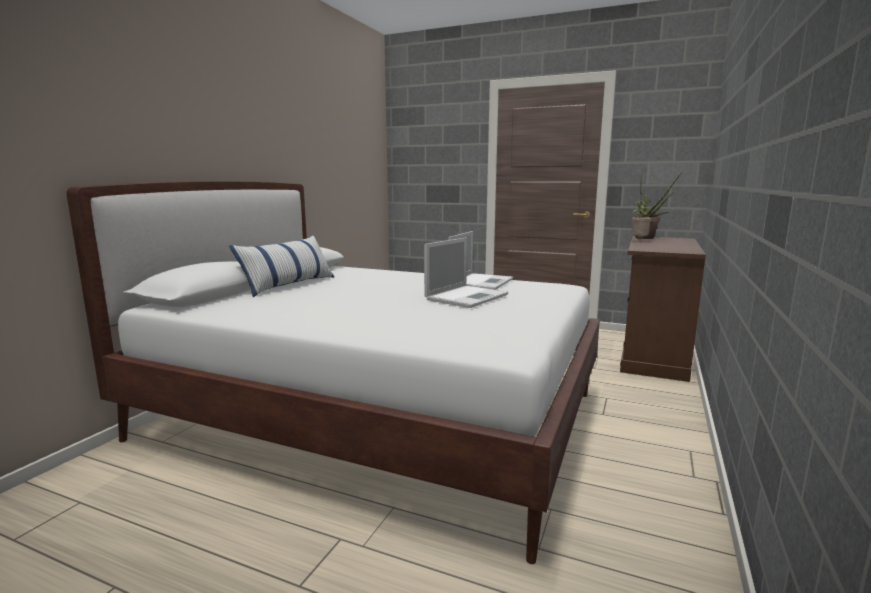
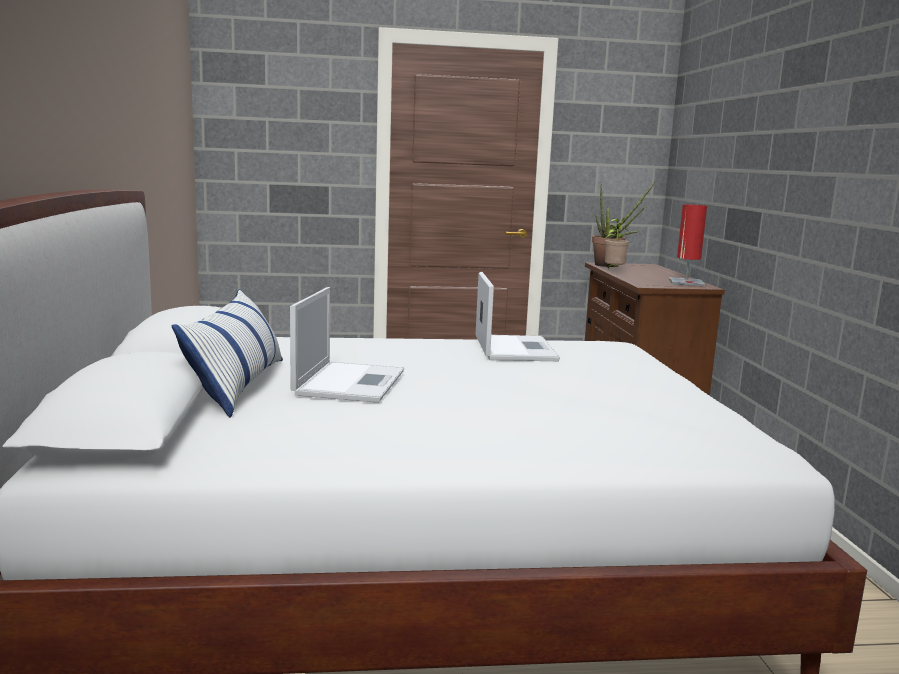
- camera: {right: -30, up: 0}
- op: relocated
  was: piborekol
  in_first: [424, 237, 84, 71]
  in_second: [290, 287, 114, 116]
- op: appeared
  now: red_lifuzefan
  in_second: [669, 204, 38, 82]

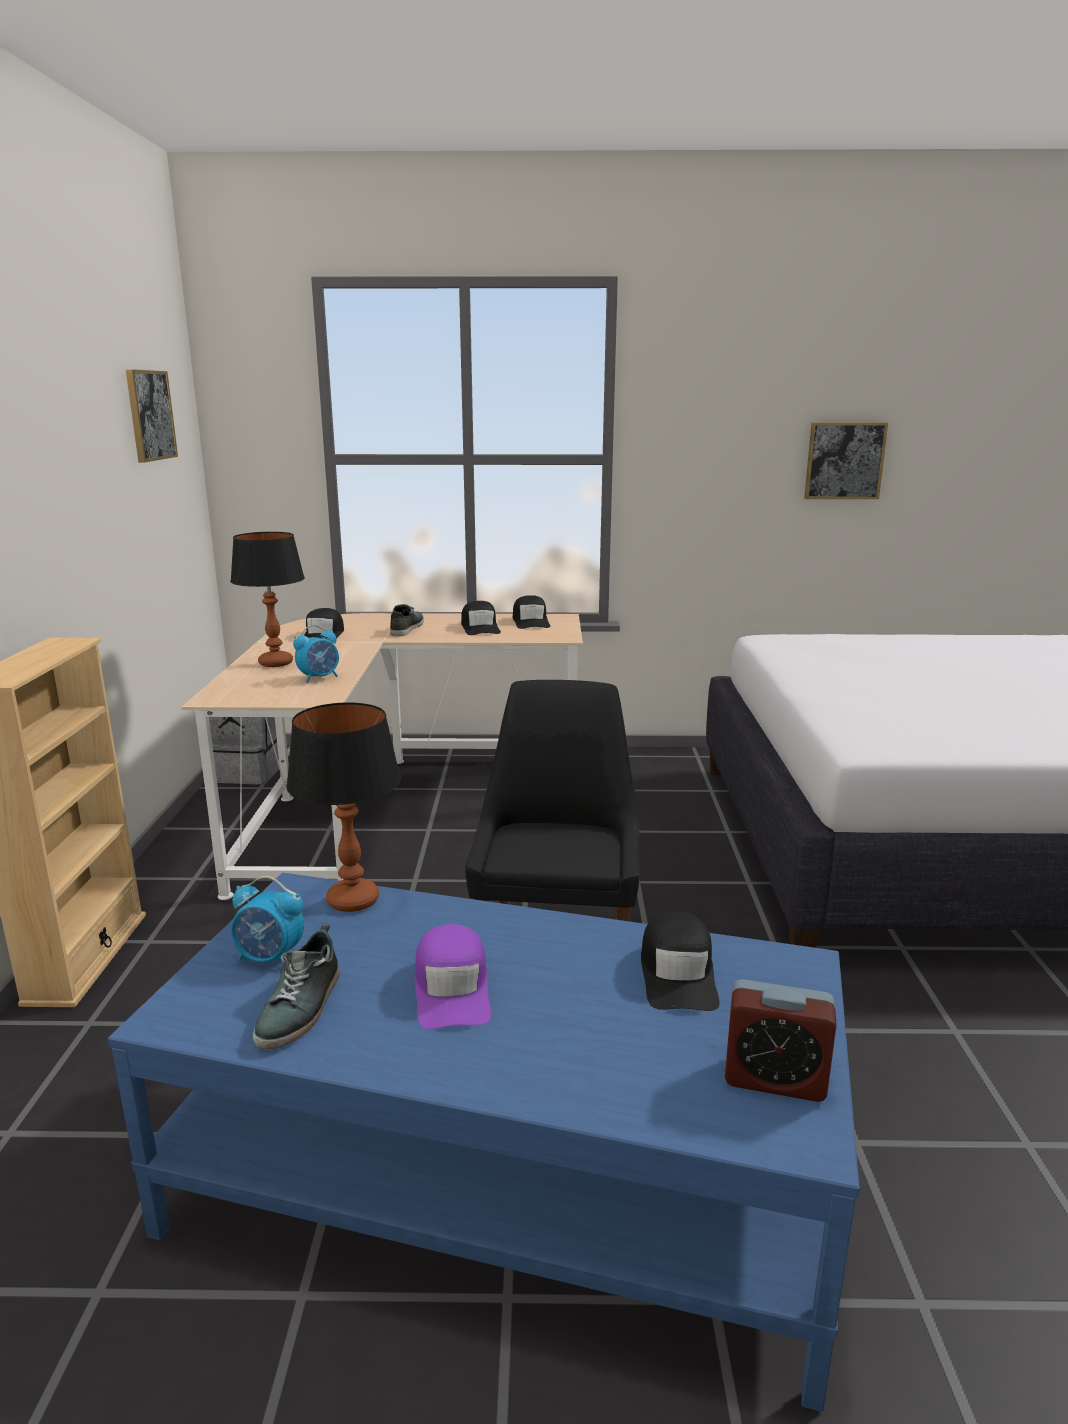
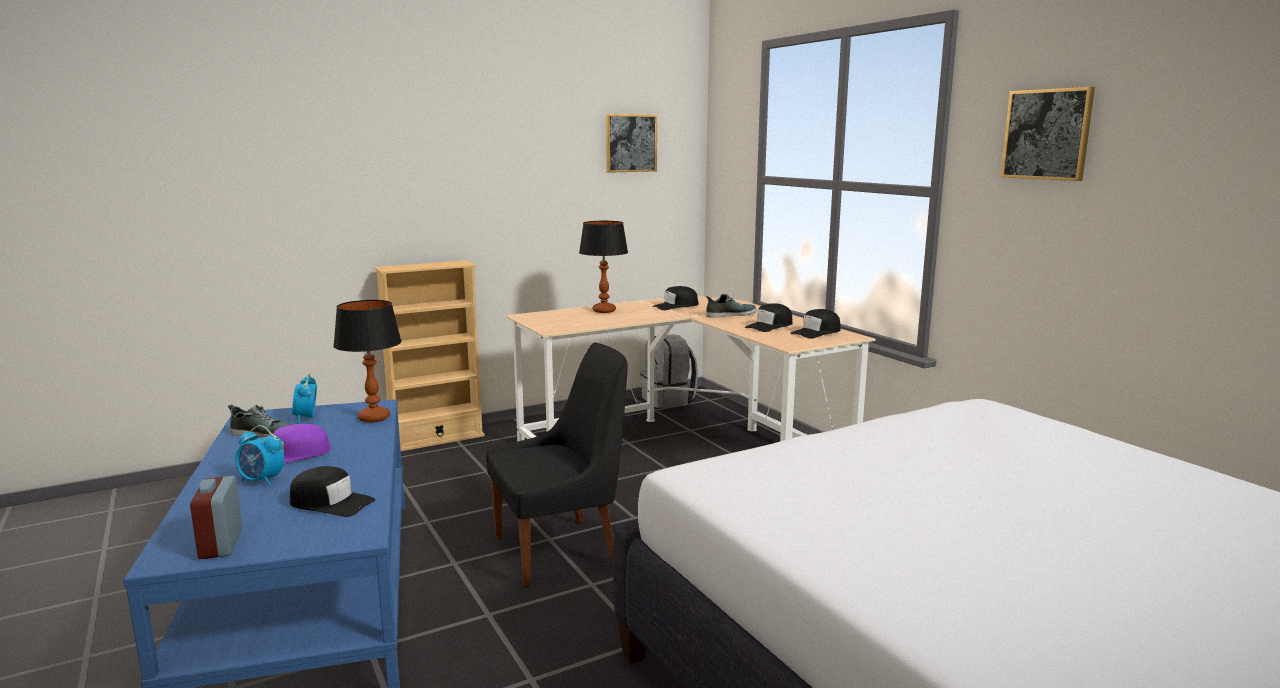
- camera: {right: 60, up: -5}
- op: relocated
  was: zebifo
  in_first: [804, 422, 84, 77]
  in_second: [1001, 87, 94, 94]
- op: relocated
  was: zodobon
  in_first: [293, 625, 46, 58]
  in_second: [236, 425, 48, 61]
- op: spun
  was: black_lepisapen
  in_first: [641, 911, 79, 100]
  in_second: [290, 466, 85, 51]
  clockwise: -135
- op: spun
  was: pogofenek
  in_first: [253, 923, 86, 126]
  in_second: [228, 404, 65, 34]
  clockwise: -150

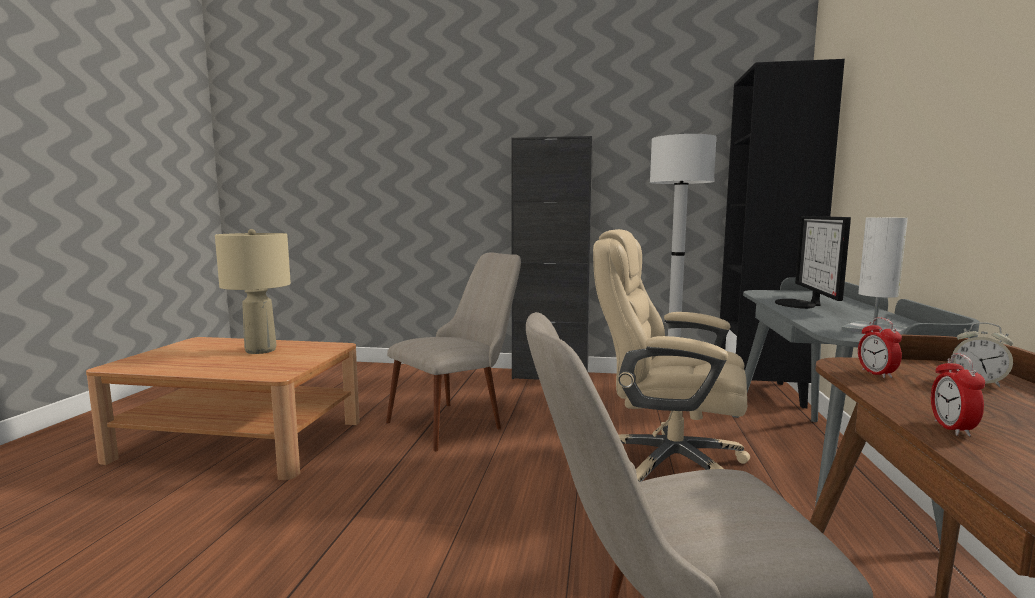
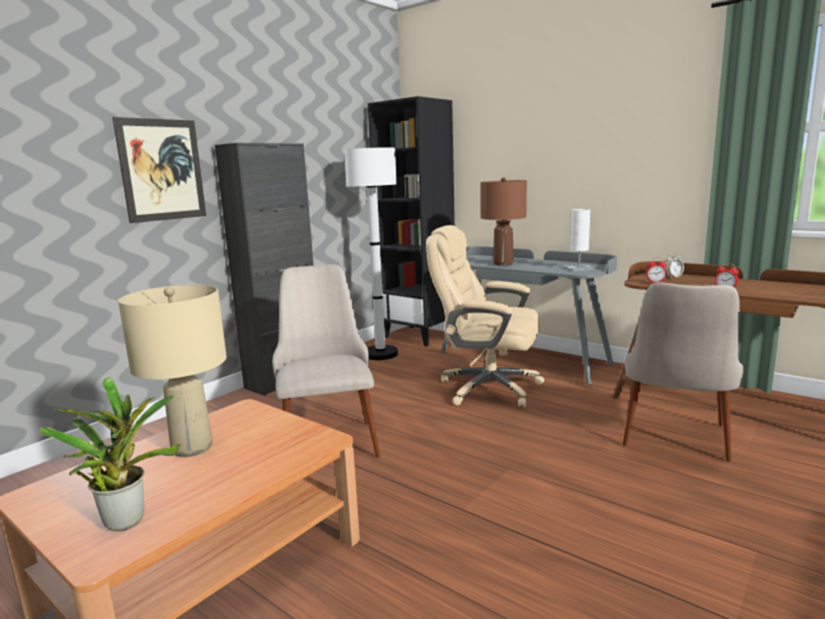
- camera: {right: -60, up: 5}
- op: exchanged
  was: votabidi
  now: brown_lifuzefan
  in_first: [775, 216, 76, 93]
  in_second: [481, 177, 46, 89]
- op: spun
  was: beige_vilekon
  in_first: [593, 229, 157, 253]
  in_second: [426, 225, 118, 182]
  clockwise: 60
- op: appeared
  now: zebifo
  in_second: [113, 117, 93, 106]
- op: appeared
  now: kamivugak
  in_second: [40, 377, 140, 154]

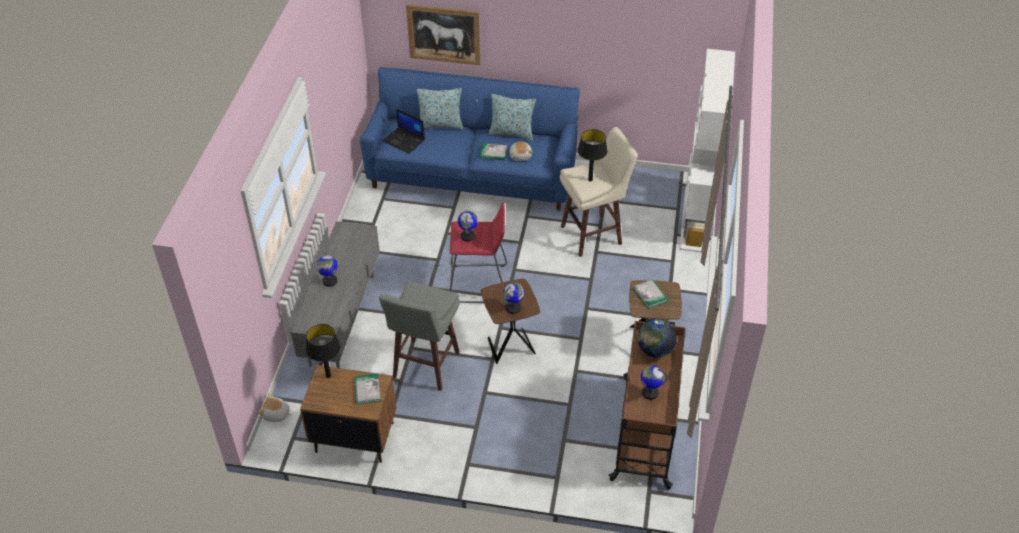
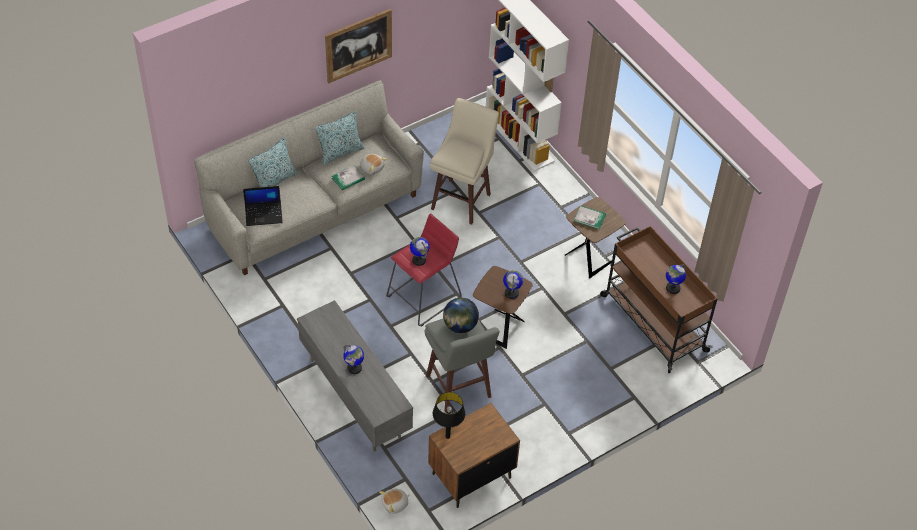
- camera: {right: -45, up: 5}
- op: relocated
  was: zebifo
  in_first: [406, 4, 75, 61]
  in_second: [325, 9, 67, 74]
- op: colour
  was: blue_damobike
  now: grey_damobike
  in_first: [360, 67, 220, 144]
  in_second: [194, 80, 230, 195]
- op: missing
  was: black_lifuzefan
  in_first: [578, 129, 30, 53]
- op: relocated
  was: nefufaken
  in_first: [637, 319, 40, 39]
  in_second: [443, 298, 36, 35]
- op: missing
  was: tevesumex
  in_first: [354, 373, 27, 31]

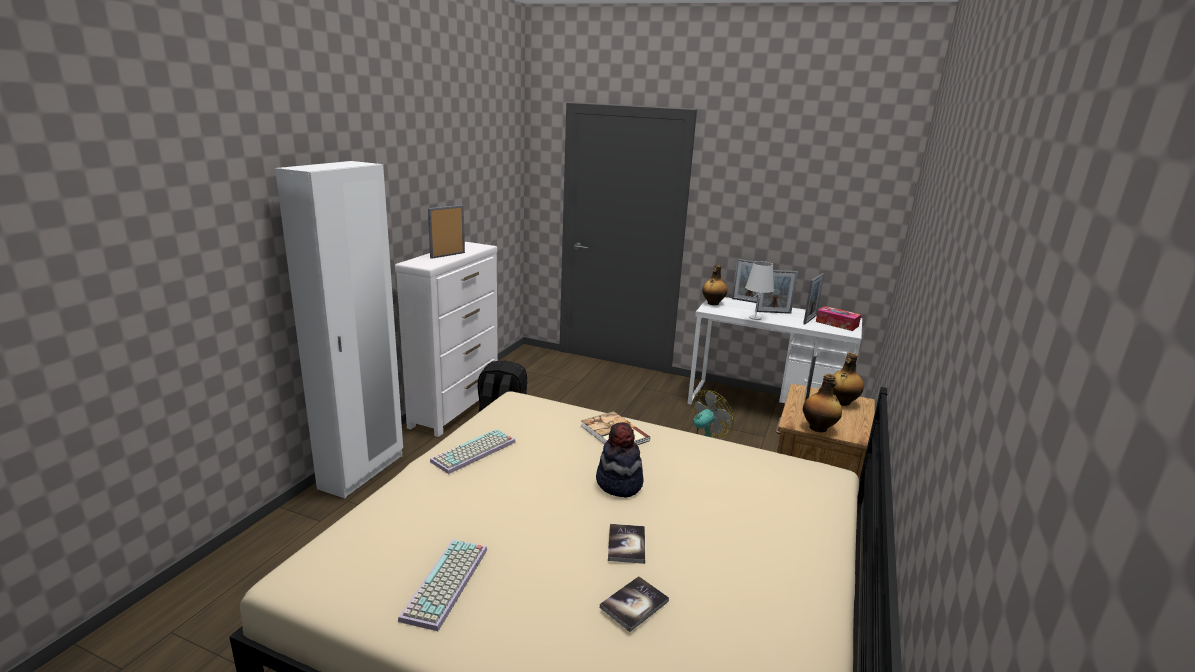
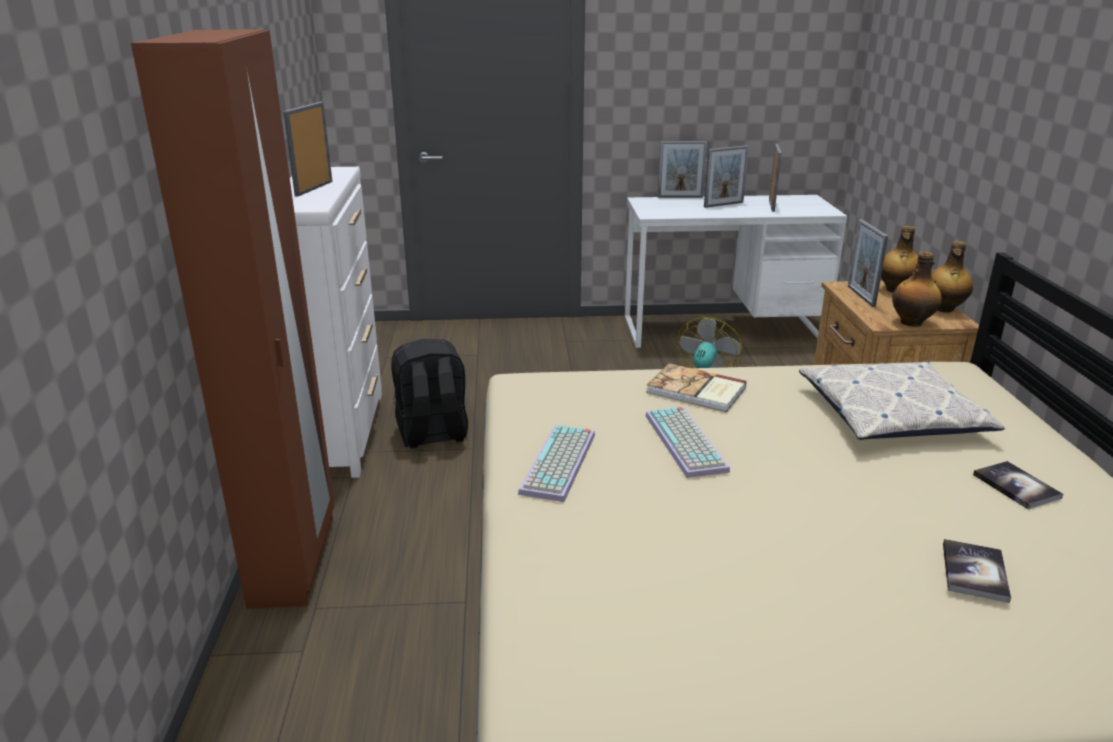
- camera: {right: -25, up: 5}
- op: colour
  was: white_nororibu
  now: brown_nororibu
  in_first: [275, 161, 128, 337]
  in_second: [131, 30, 203, 579]
- op: missing
  was: white_lifuzefan
  in_first: [745, 261, 29, 59]
- op: relocated
  was: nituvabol
  in_first: [702, 265, 25, 40]
  in_second: [931, 242, 42, 71]
- op: missing
  was: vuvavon
  in_first: [816, 306, 45, 25]
- op: missing
  was: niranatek
  in_first: [596, 422, 48, 76]
- op: relocated
  was: tevesumex
  in_first: [608, 524, 37, 40]
  in_second: [973, 461, 90, 48]
- op: relocated
  was: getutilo
  in_first: [398, 539, 89, 92]
  in_second: [646, 407, 84, 71]
- op: appeared
  now: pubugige
  in_second: [799, 361, 206, 79]

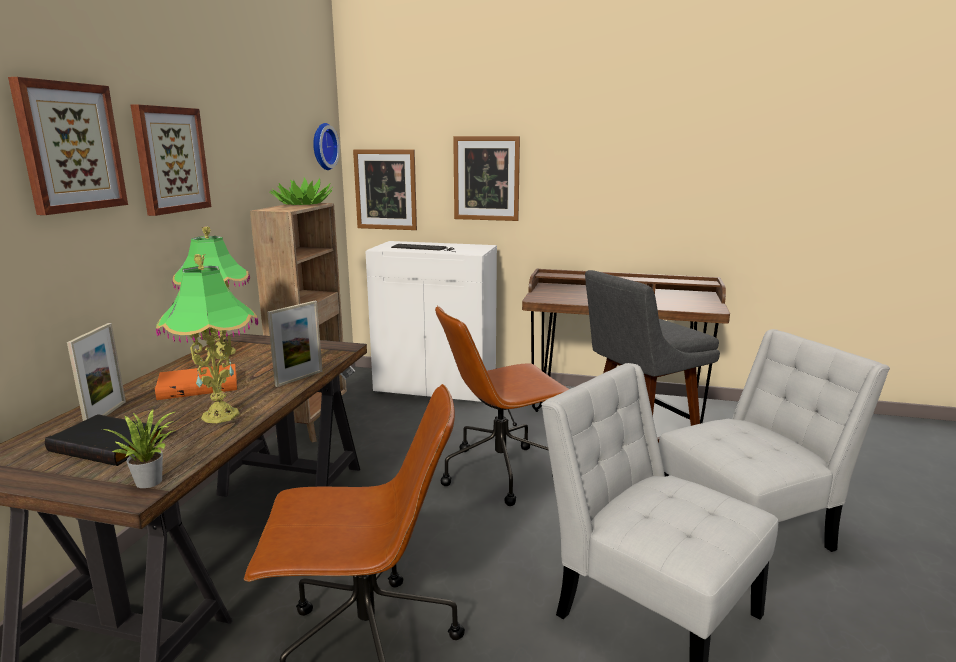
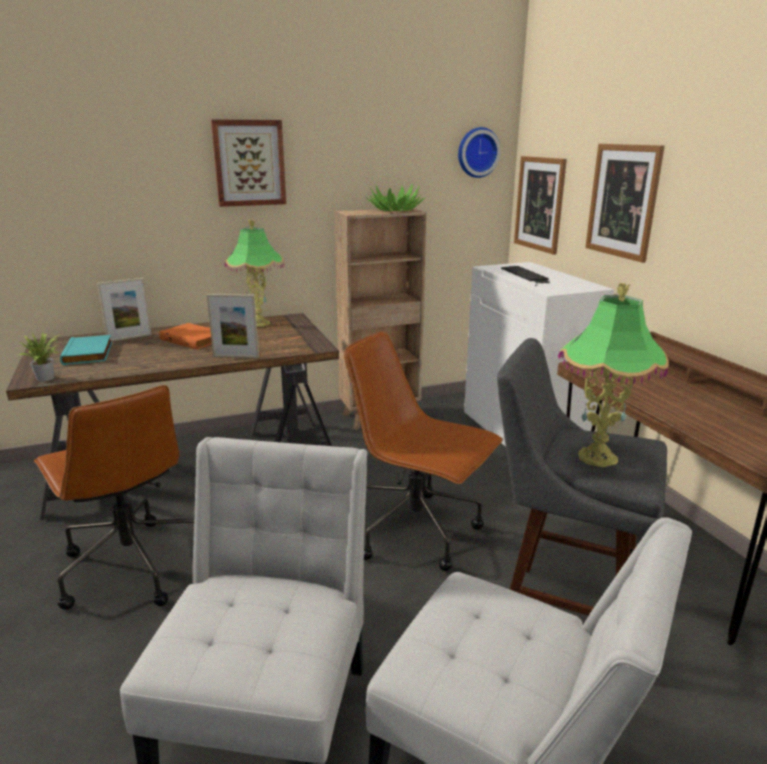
- camera: {right: 55, up: 5}
- op: missing
  was: zebifo
  in_first: [8, 77, 120, 138]
- op: relocated
  was: lifuzefan
  in_first: [156, 254, 102, 169]
  in_second: [558, 283, 111, 184]
- op: colour
  was: black_tevesumex
  now: turquoise_tevesumex
  in_first: [45, 414, 121, 52]
  in_second: [60, 335, 52, 30]

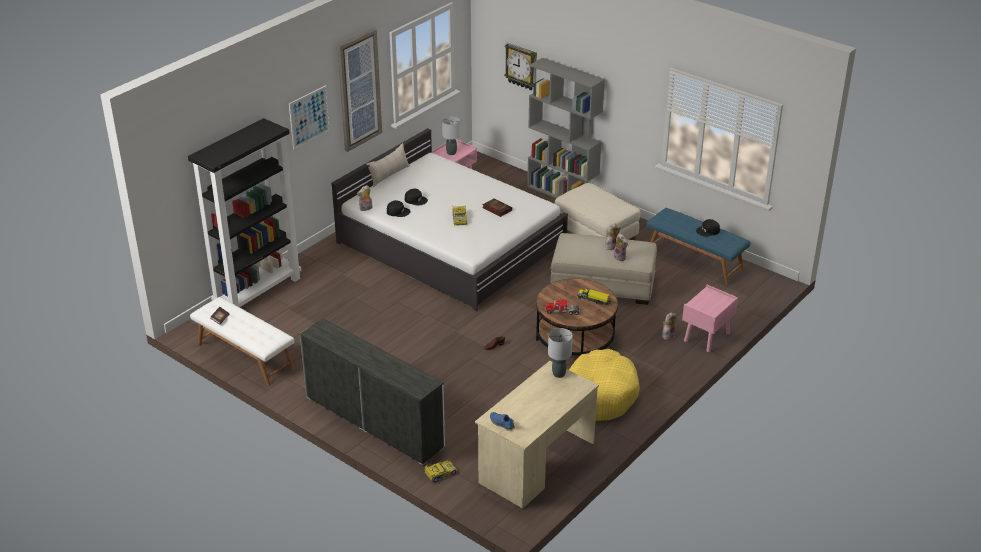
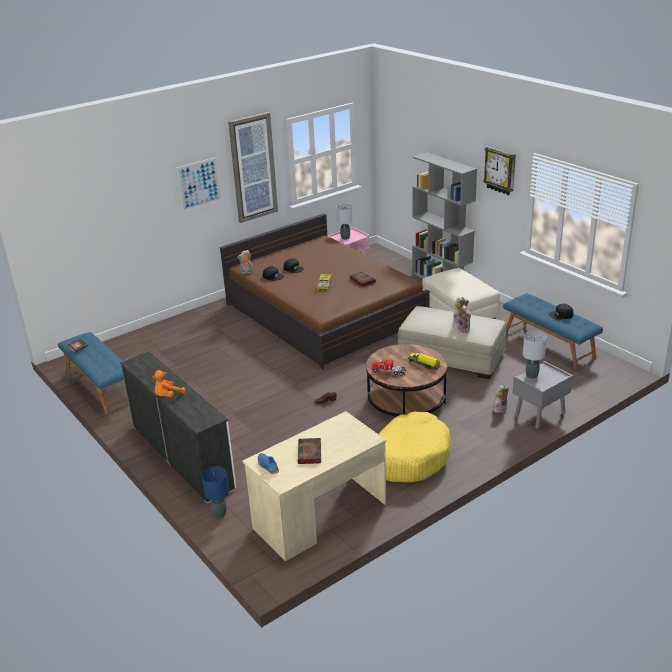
- camera: {right: 15, up: -5}
- op: relocated
  was: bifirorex
  in_first: [505, 43, 32, 47]
  in_second: [483, 146, 33, 49]
- op: missing
  was: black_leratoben
  in_first: [188, 118, 113, 189]
- op: colour
  was: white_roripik
  now: brown_roripik
  in_first: [331, 128, 237, 183]
  in_second: [219, 213, 211, 156]
- op: missing
  was: beige_pubugige
  in_first: [366, 143, 44, 44]
- op: colour
  was: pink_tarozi
  now: grey_tarozi
  in_first: [682, 285, 56, 67]
  in_second: [513, 361, 60, 68]
- op: colour
  was: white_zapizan
  now: blue_zapizan
  in_first: [190, 297, 104, 89]
  in_second: [58, 332, 69, 82]
- op: relocated
  was: grey_lifuzefan
  in_first: [548, 328, 25, 50]
  in_second: [523, 331, 24, 48]
- op: exchanged
  was: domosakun
  now: blue_lifuzefan
  in_first: [424, 460, 33, 23]
  in_second: [202, 466, 27, 52]
- op: appeared
  now: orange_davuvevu
  in_second: [152, 370, 34, 28]
- op: appeared
  now: tevesumex
  in_second: [298, 438, 23, 26]

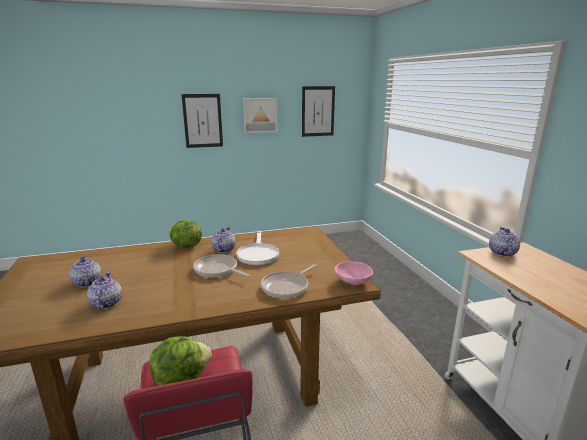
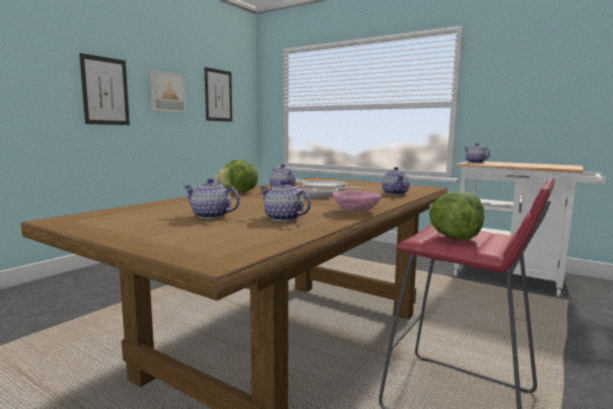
- camera: {right: -40, up: -10}
- op: relocated
  was: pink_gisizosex
  in_first: [334, 262, 39, 23]
  in_second: [332, 191, 49, 21]
- op: exchanged
  was: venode
  now: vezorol
  in_first: [261, 264, 56, 34]
  in_second: [382, 167, 28, 28]

